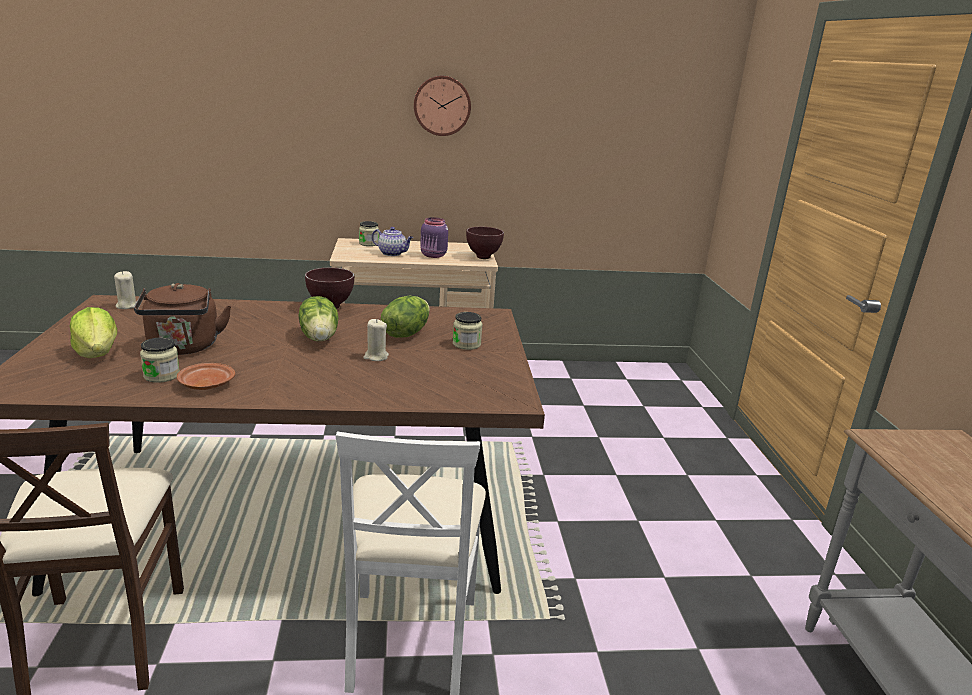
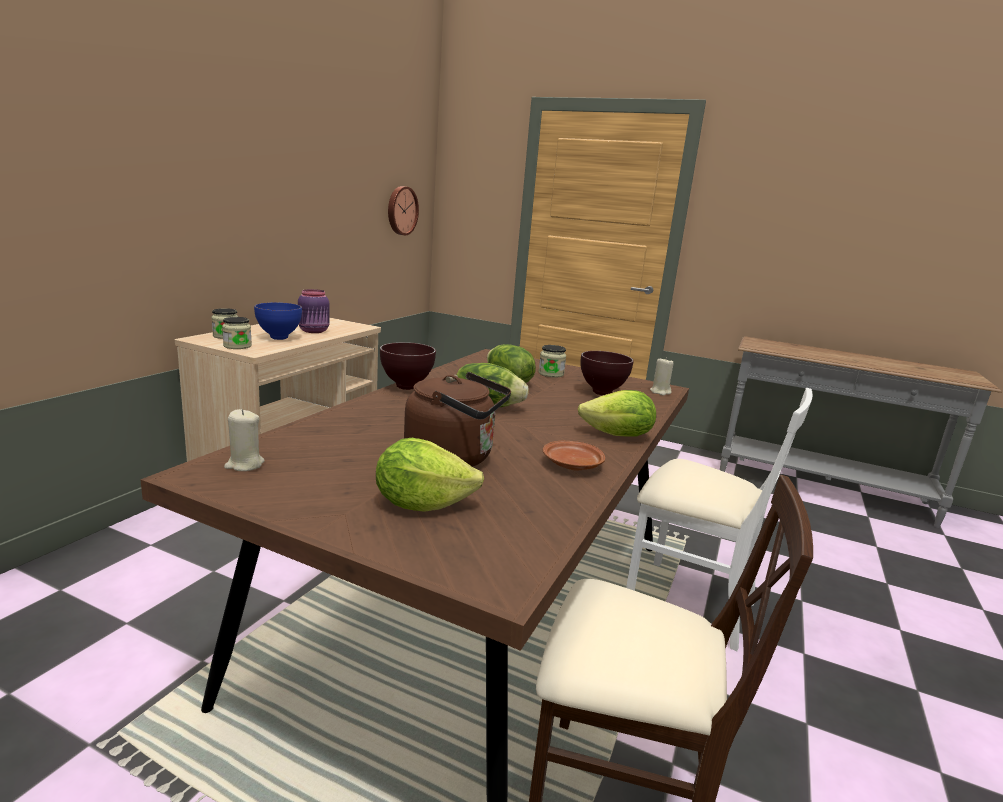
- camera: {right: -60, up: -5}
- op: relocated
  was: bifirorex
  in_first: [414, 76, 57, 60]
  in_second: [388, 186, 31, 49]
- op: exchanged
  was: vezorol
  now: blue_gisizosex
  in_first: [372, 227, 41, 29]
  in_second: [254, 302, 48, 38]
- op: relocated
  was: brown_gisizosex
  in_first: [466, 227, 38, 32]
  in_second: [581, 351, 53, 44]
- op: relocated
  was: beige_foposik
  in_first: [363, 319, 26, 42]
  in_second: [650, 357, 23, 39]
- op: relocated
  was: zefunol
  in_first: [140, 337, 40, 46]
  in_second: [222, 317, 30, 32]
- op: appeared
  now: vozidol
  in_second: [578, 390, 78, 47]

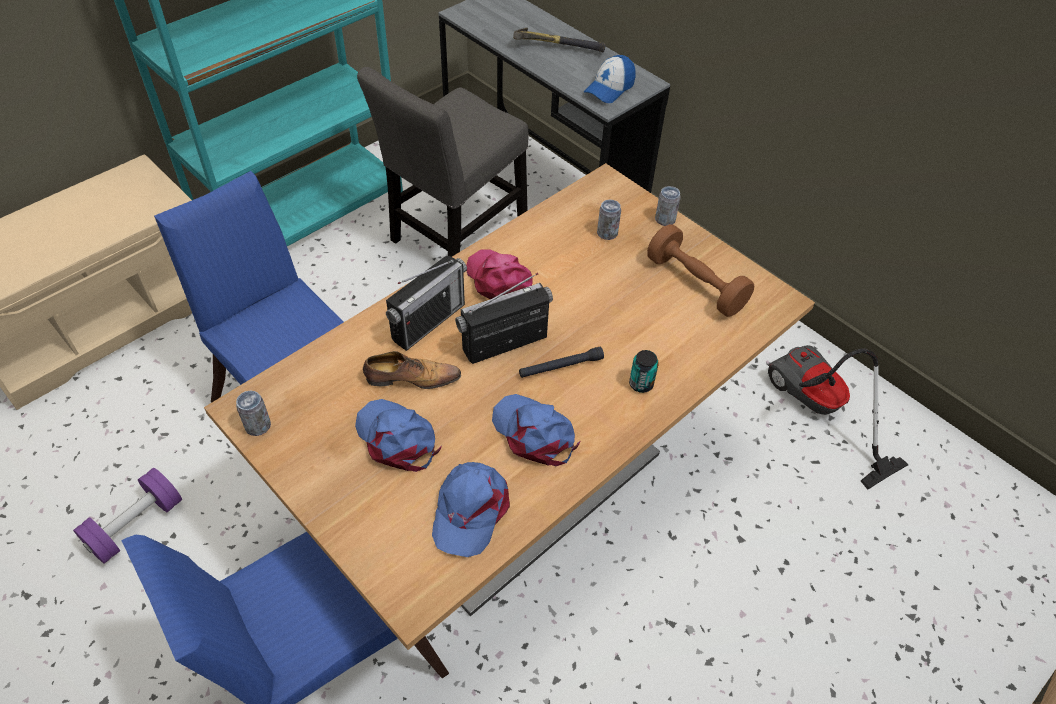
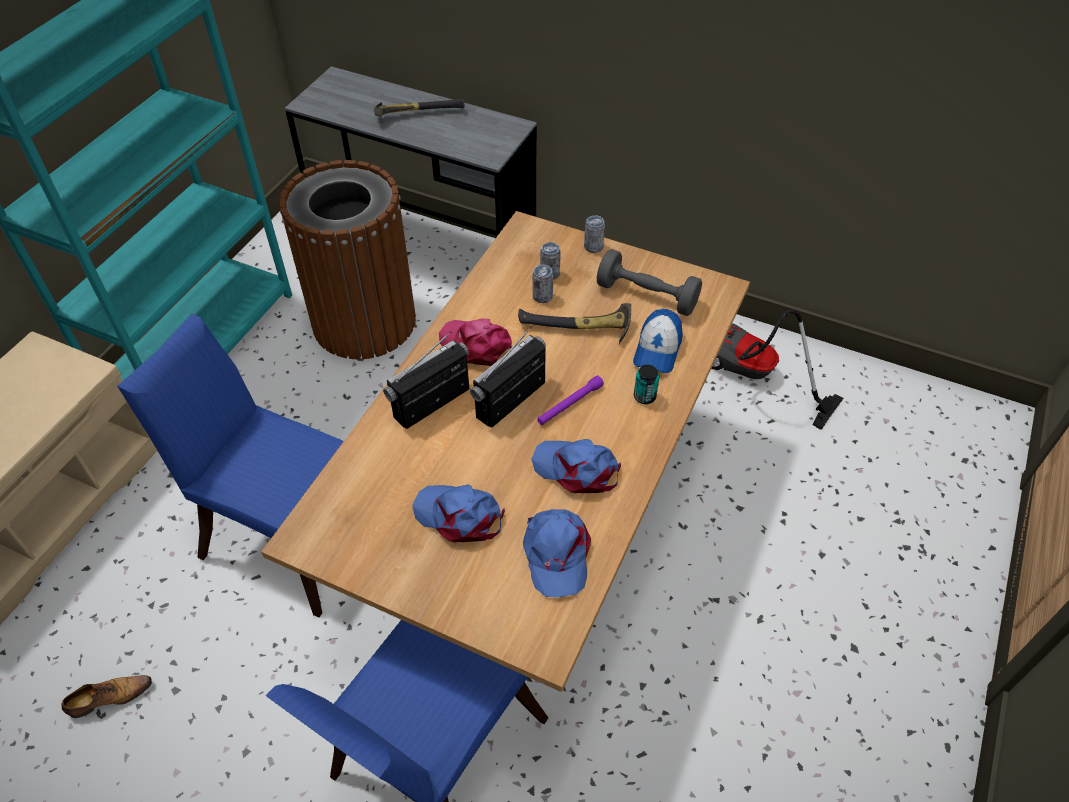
- camera: {right: -20, up: 0}
- op: relocated
  was: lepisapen
  in_first: [583, 55, 53, 48]
  in_second: [633, 309, 50, 64]
- op: exchanged
  was: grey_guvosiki
  now: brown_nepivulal
  in_first: [357, 67, 172, 190]
  in_second: [279, 160, 137, 199]
- op: colour
  was: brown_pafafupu
  now: grey_pafafupu
  in_first: [647, 224, 107, 93]
  in_second: [597, 249, 105, 67]
- op: spun
  was: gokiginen
  in_first: [386, 256, 81, 95]
  in_second: [383, 331, 86, 98]
  clockwise: -150
- op: colour
  was: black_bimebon
  now: purple_bimebon
  in_first: [519, 347, 85, 31]
  in_second: [537, 376, 67, 49]
- op: relocated
  was: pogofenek
  in_first: [363, 351, 98, 38]
  in_second: [62, 675, 90, 43]
- op: relocated
  was: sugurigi
  in_first: [236, 391, 35, 45]
  in_second: [533, 265, 20, 38]
- op: missing
  was: purple_pafafupu
  in_first: [73, 468, 109, 96]
- op: appeared
  now: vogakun
  in_second: [518, 303, 113, 41]

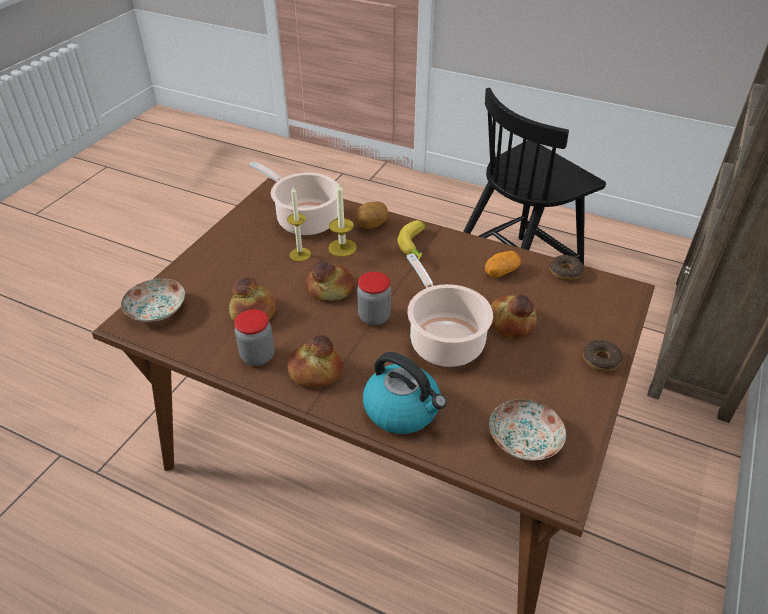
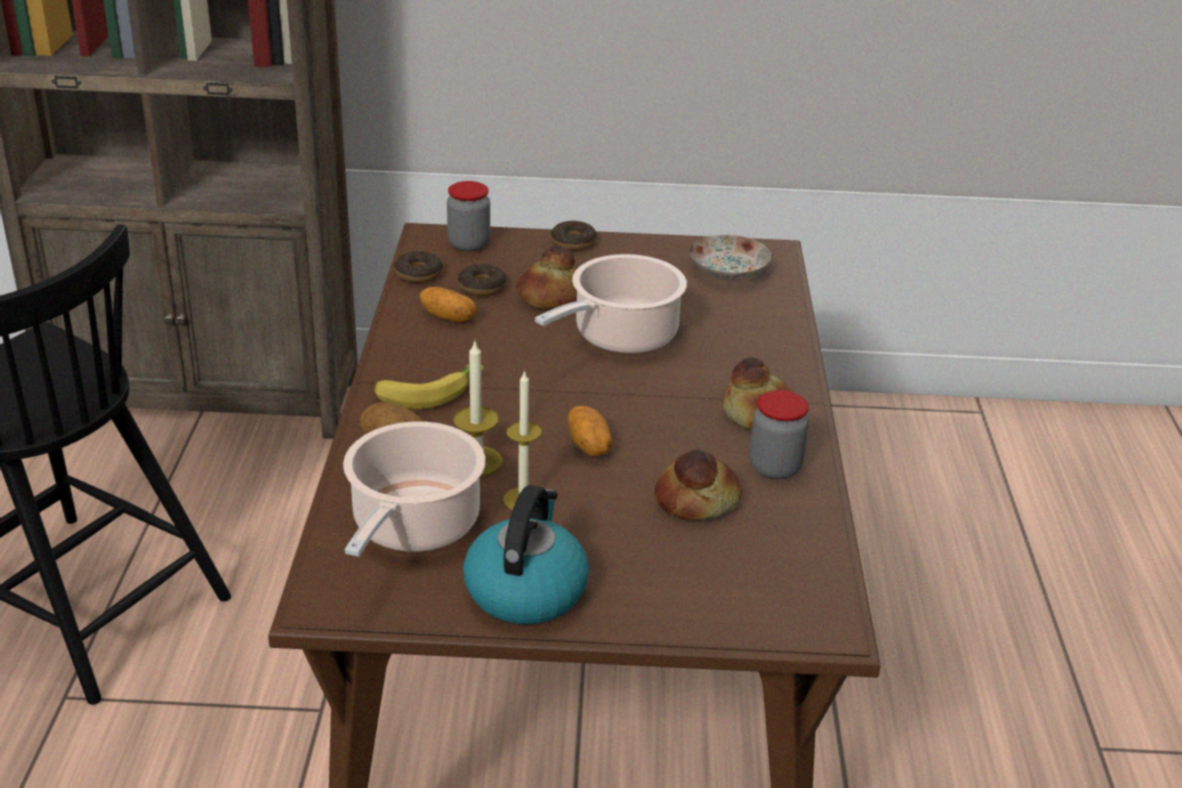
- camera: {right: -115, up: -10}
- op: exchanged
  was: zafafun
  now: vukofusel
  in_first: [305, 261, 49, 40]
  in_second: [568, 406, 44, 50]
- op: relocated
  was: zefunol
  in_first: [357, 272, 34, 53]
  in_second: [447, 181, 43, 71]
- op: missing
  was: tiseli
  in_first: [121, 278, 64, 44]
- op: relocated
  was: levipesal
  in_first: [363, 352, 84, 82]
  in_second: [463, 485, 126, 139]
- op: appeared
  now: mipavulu
  in_second: [458, 264, 49, 32]

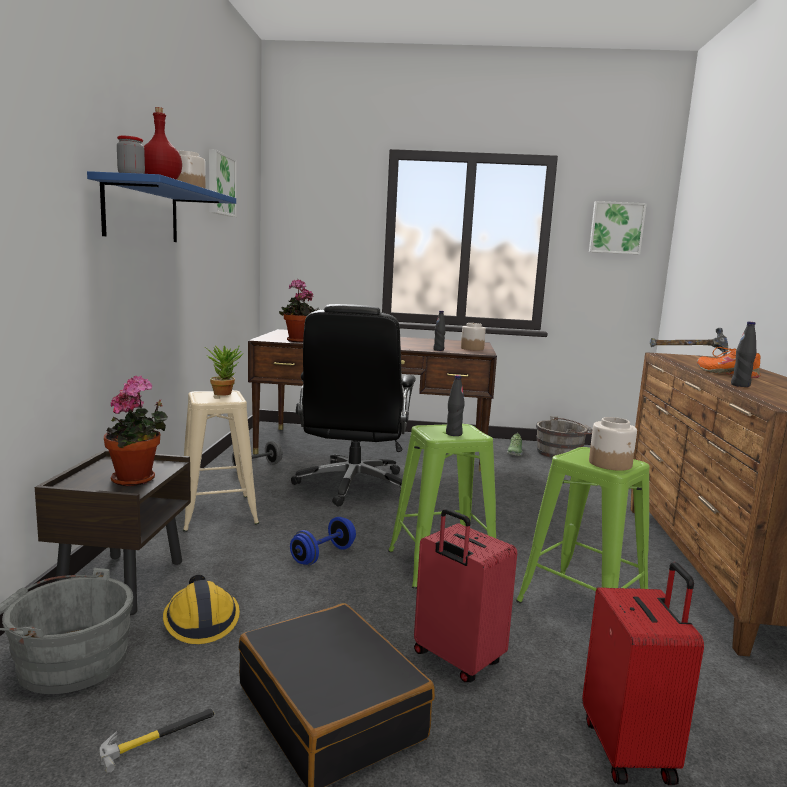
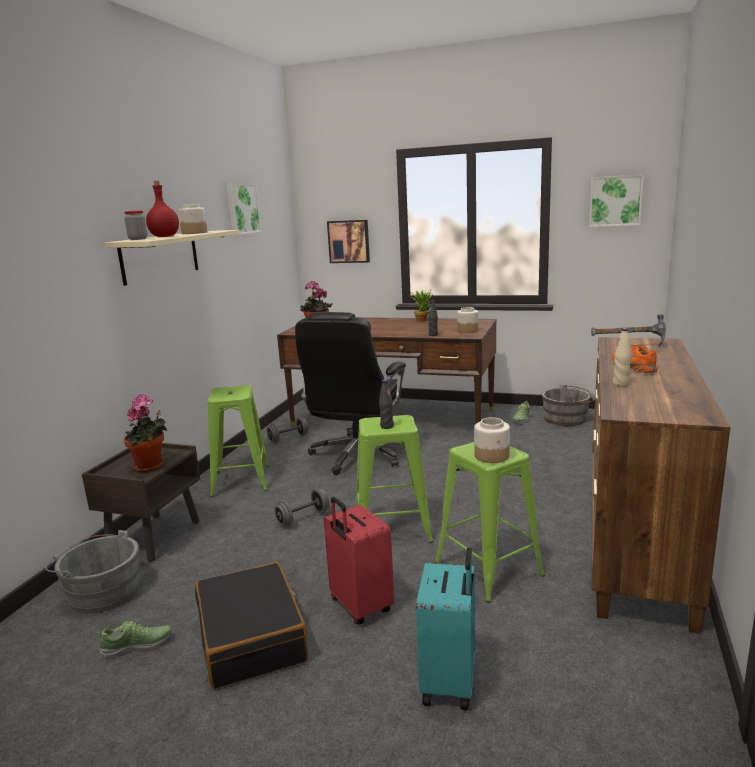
- camera: {right: 15, up: 5}
- op: colour
  was: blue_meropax
  now: beige_meropax
  in_first: [87, 171, 149, 71]
  in_second: [104, 230, 136, 56]
- op: colour
  was: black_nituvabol
  now: beige_nituvabol
  in_first: [731, 322, 25, 65]
  in_second: [613, 328, 19, 59]
- op: relocated
  was: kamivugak
  in_first: [205, 345, 38, 51]
  in_second: [410, 291, 23, 31]
- op: colour
  was: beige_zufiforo
  now: green_zufiforo
  in_first: [183, 390, 76, 142]
  in_second: [207, 385, 63, 112]
- op: colour
  was: blue_pafafupu
  now: grey_pafafupu
  in_first: [290, 517, 66, 48]
  in_second: [274, 488, 56, 39]
- op: colour
  was: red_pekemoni
  now: turquoise_pekemoni
  in_first: [582, 562, 122, 223]
  in_second: [416, 547, 59, 164]
- op: missing
  was: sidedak
  in_first: [163, 575, 77, 69]
- op: exchanged
  was: vogakun
  now: pogofenek
  in_first: [99, 709, 115, 64]
  in_second: [97, 621, 75, 37]
- op: appeared
  now: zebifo
  in_second: [327, 220, 43, 43]

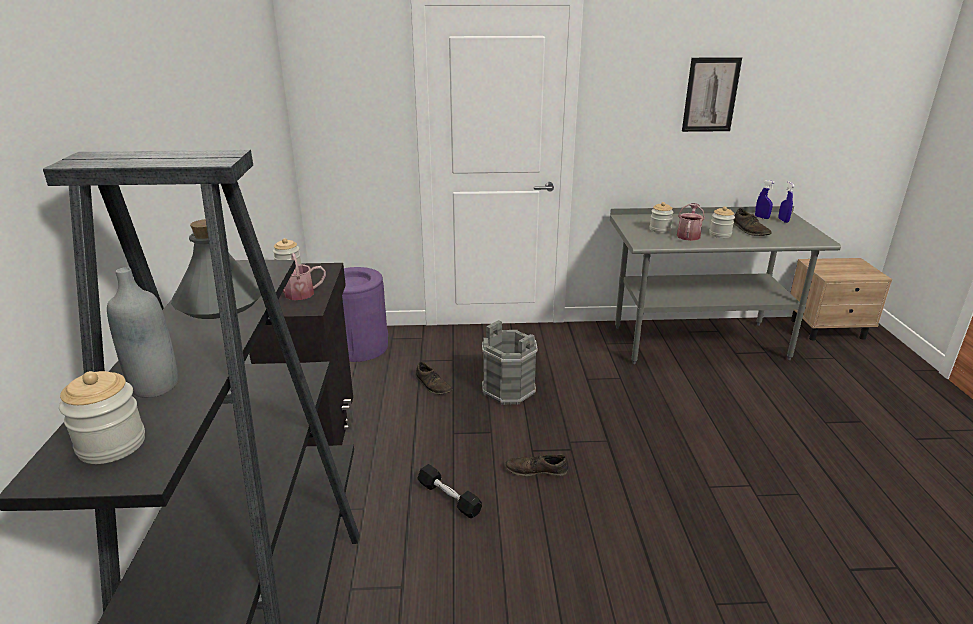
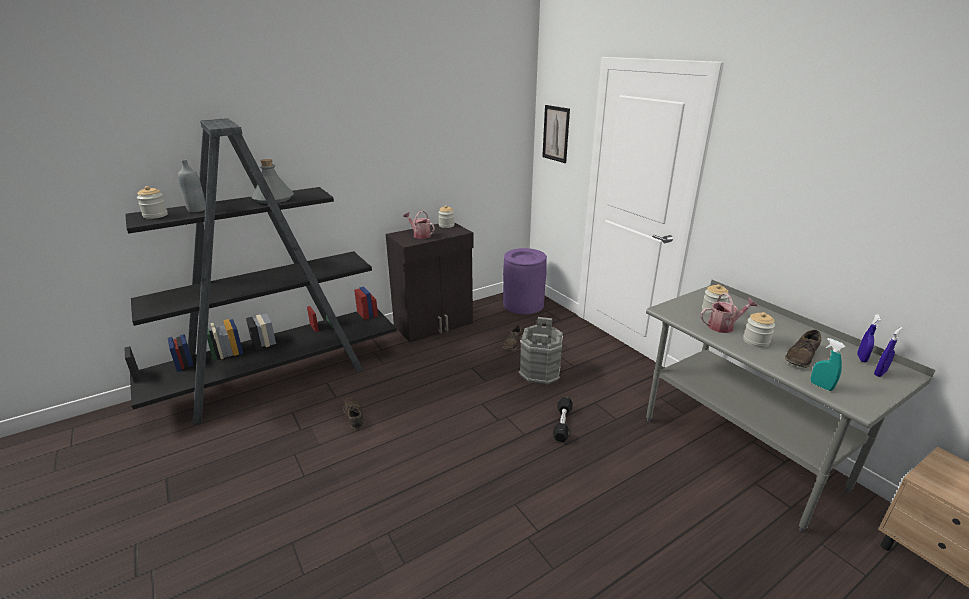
- camera: {right: 60, up: 0}
- op: relocated
  was: zebifo
  in_first: [682, 57, 60, 75]
  in_second: [542, 105, 28, 58]
- op: relocated
  was: brown_pogofenek
  in_first: [505, 454, 63, 22]
  in_second: [343, 398, 21, 31]
- op: relocated
  was: black_pafafupu
  in_first: [417, 464, 65, 54]
  in_second: [553, 397, 20, 45]
- op: appeared
  now: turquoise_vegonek
  in_second: [811, 338, 35, 53]

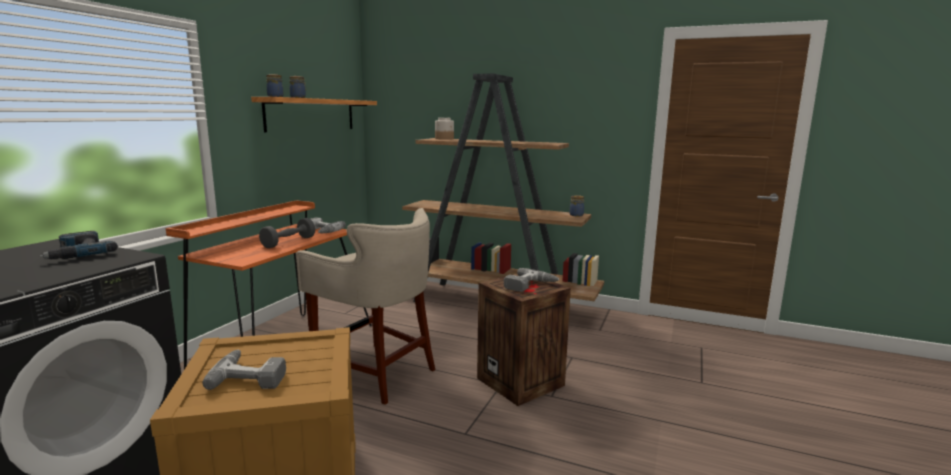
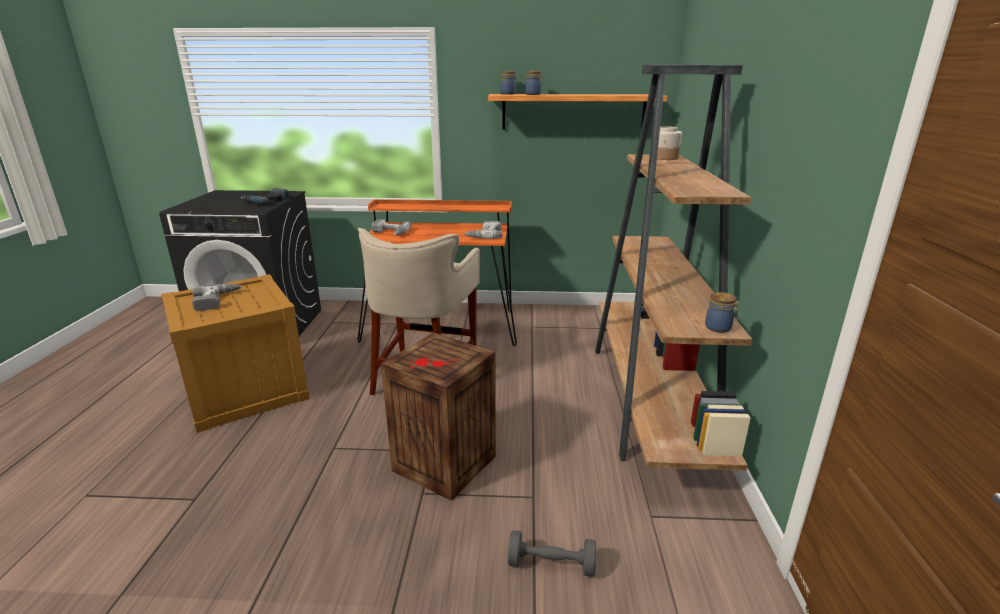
- camera: {right: 70, up: 10}
- op: relocated
  was: grey_pafafupu
  in_first: [259, 218, 56, 30]
  in_second: [508, 530, 88, 47]
- op: relocated
  was: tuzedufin
  in_first: [504, 268, 56, 24]
  in_second: [372, 219, 40, 17]

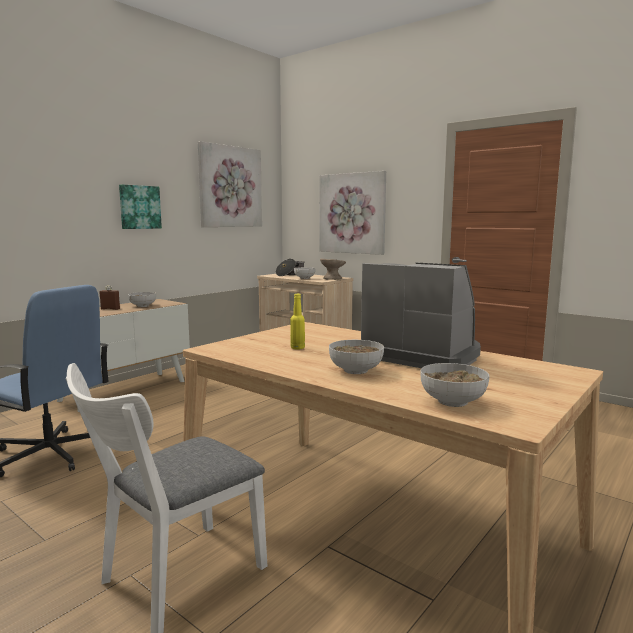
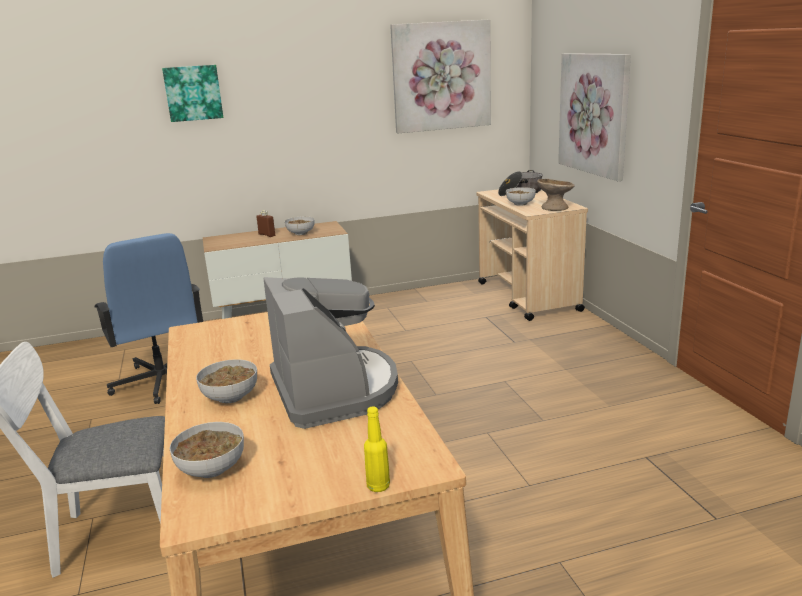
- camera: {right: 35, up: 10}
- op: relocated
  was: zebifo
  in_first: [119, 184, 43, 45]
  in_second: [162, 65, 61, 57]
- op: relocated
  was: yellow_nituvabol
  in_first: [290, 294, 15, 56]
  in_second: [364, 406, 26, 86]

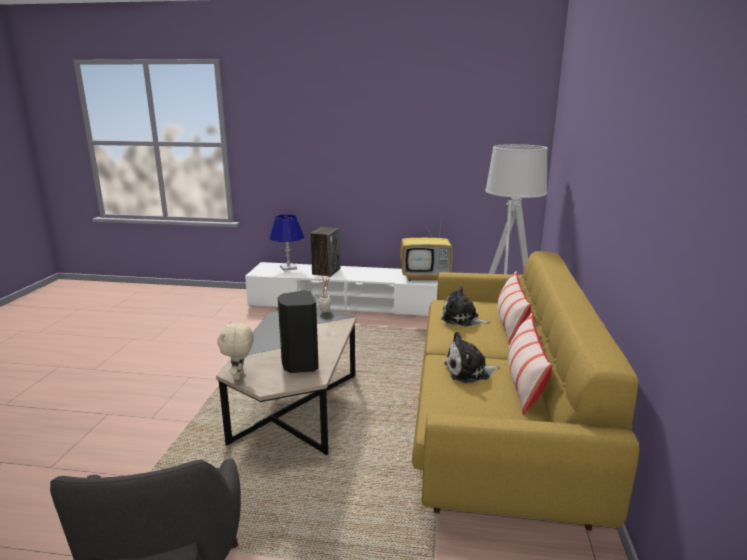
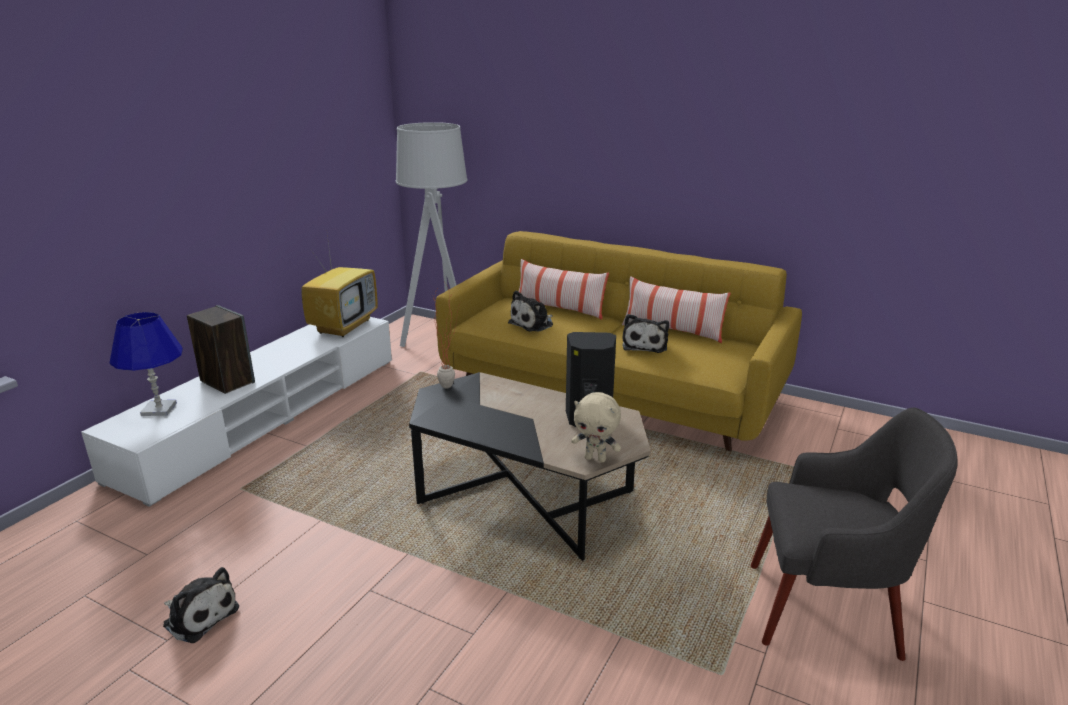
- camera: {right: -70, up: 5}
- op: appeared
  now: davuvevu
  in_second: [163, 567, 76, 76]

